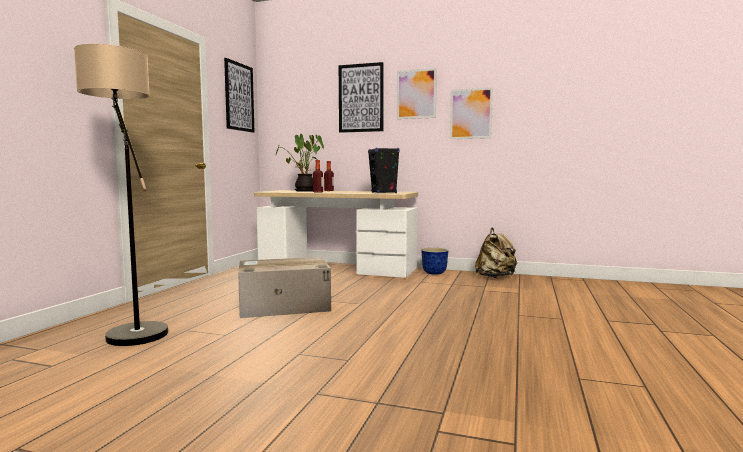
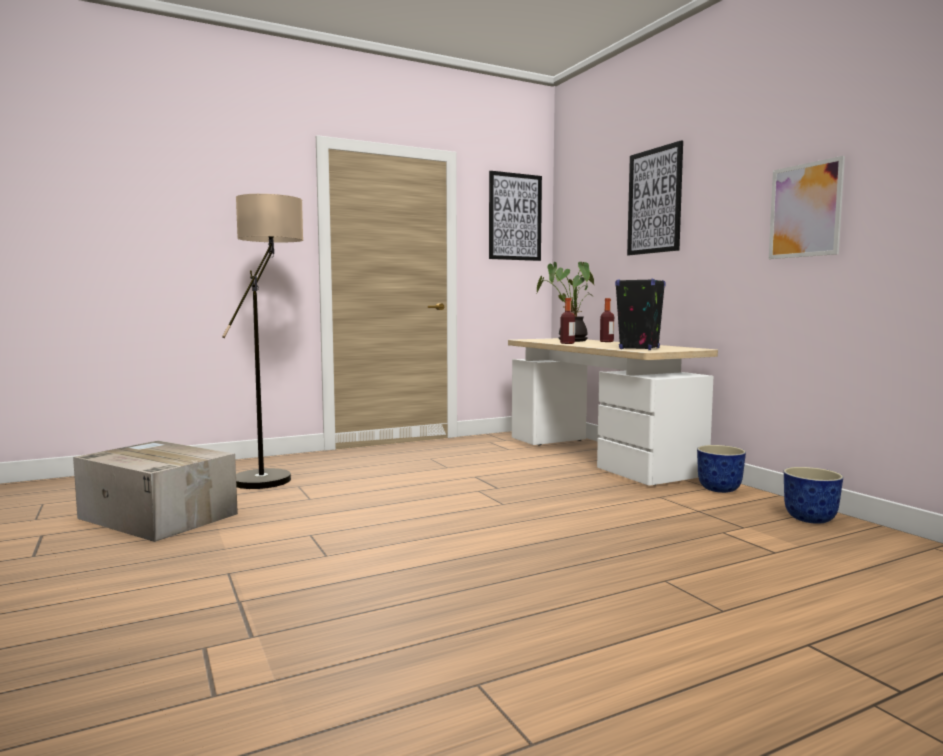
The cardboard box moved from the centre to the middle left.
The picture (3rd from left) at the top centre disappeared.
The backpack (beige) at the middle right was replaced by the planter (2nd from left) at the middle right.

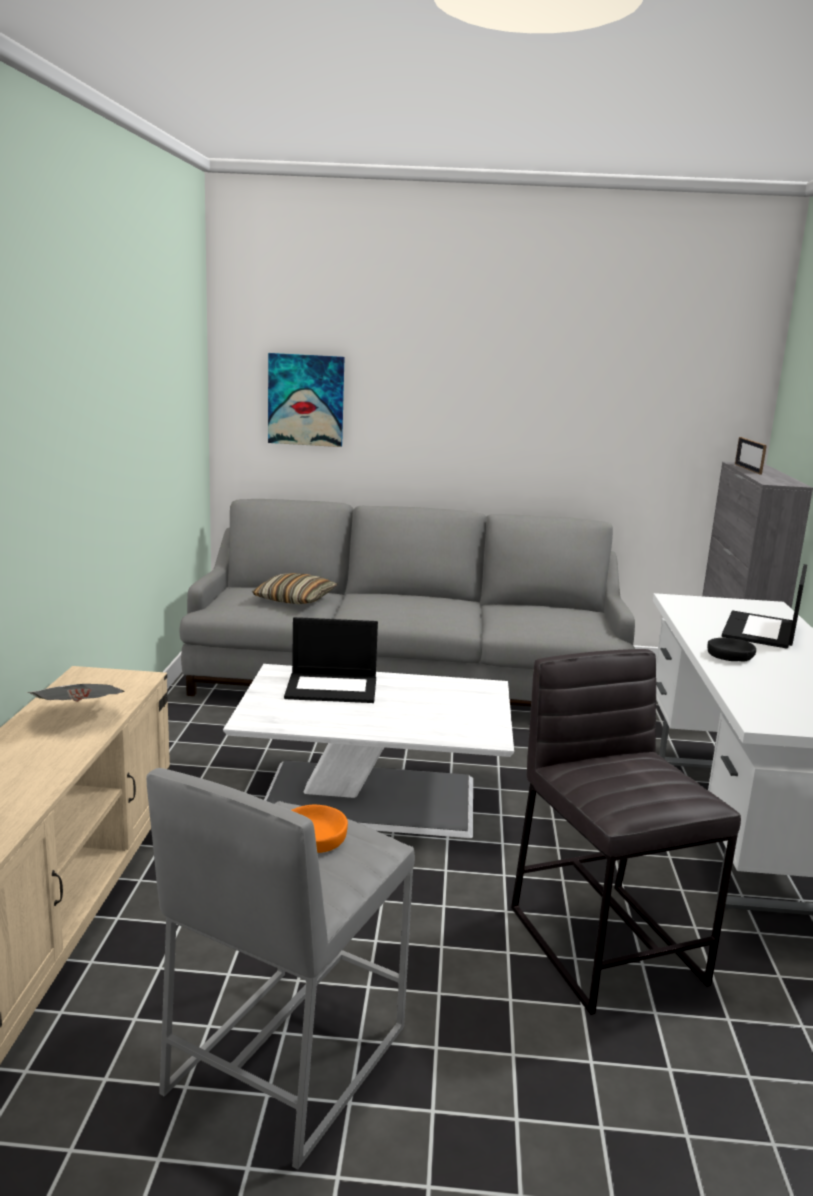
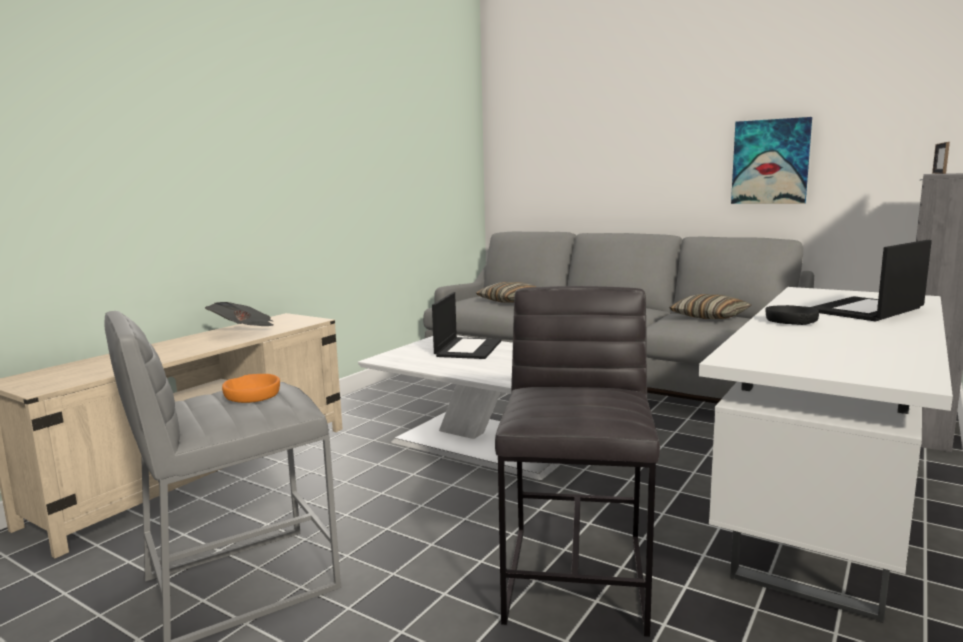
The picture moved from the centre to the top right.
The laptop (1st from left) at the centre turned 105 degrees counterclockwise.
The pillow (2nd from left) at the middle right appeared.

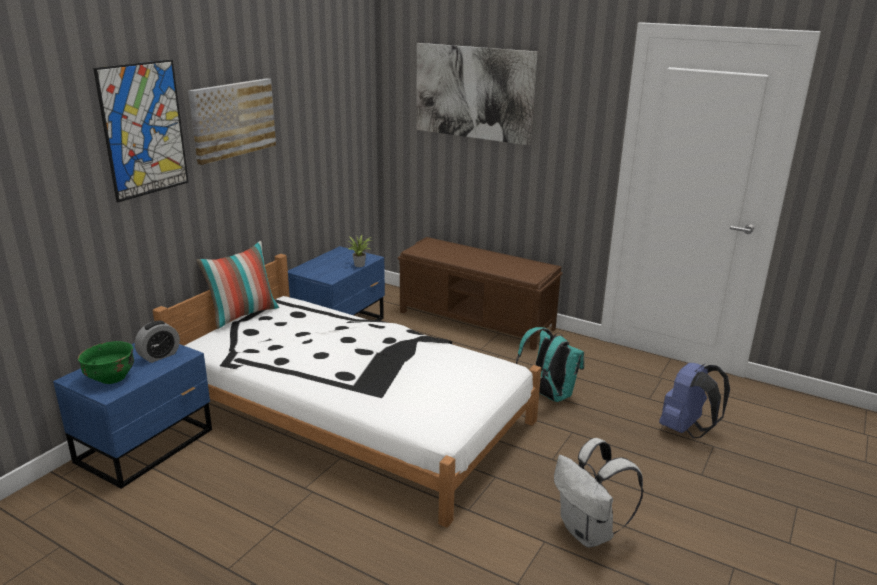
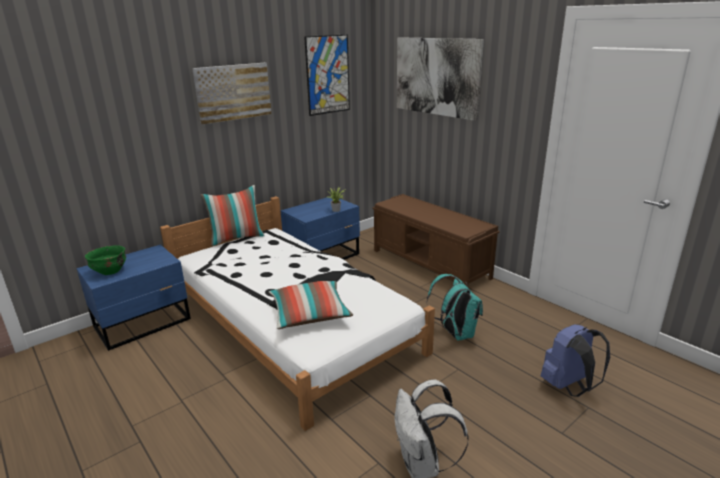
The picture (1st from left in the first image) moved from the top left to the top centre.
The alarm clock at the middle left disappeared.
The pillow (2nd from left) at the centre appeared.

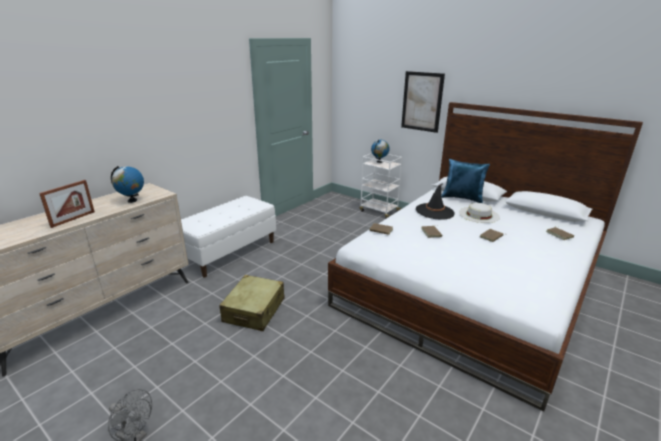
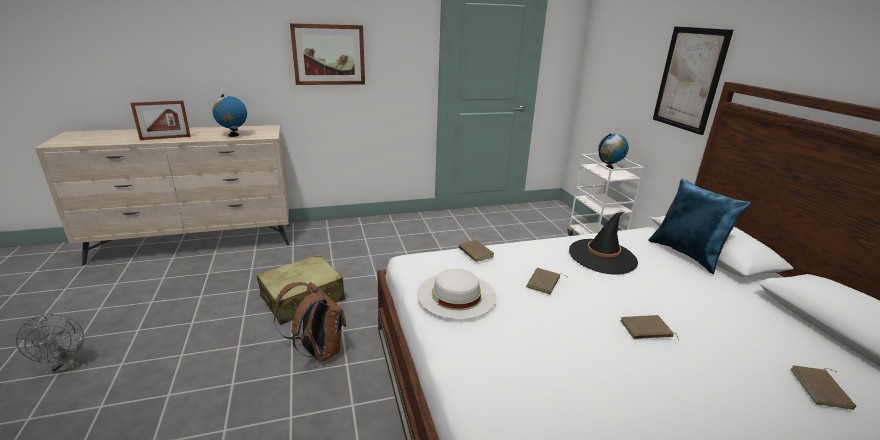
The bench (white) at the centre disappeared.
The hat (white) moved from the middle right to the bottom centre.
The backpack (brown) at the bottom centre appeared.
The picture (1st from left) at the top centre appeared.

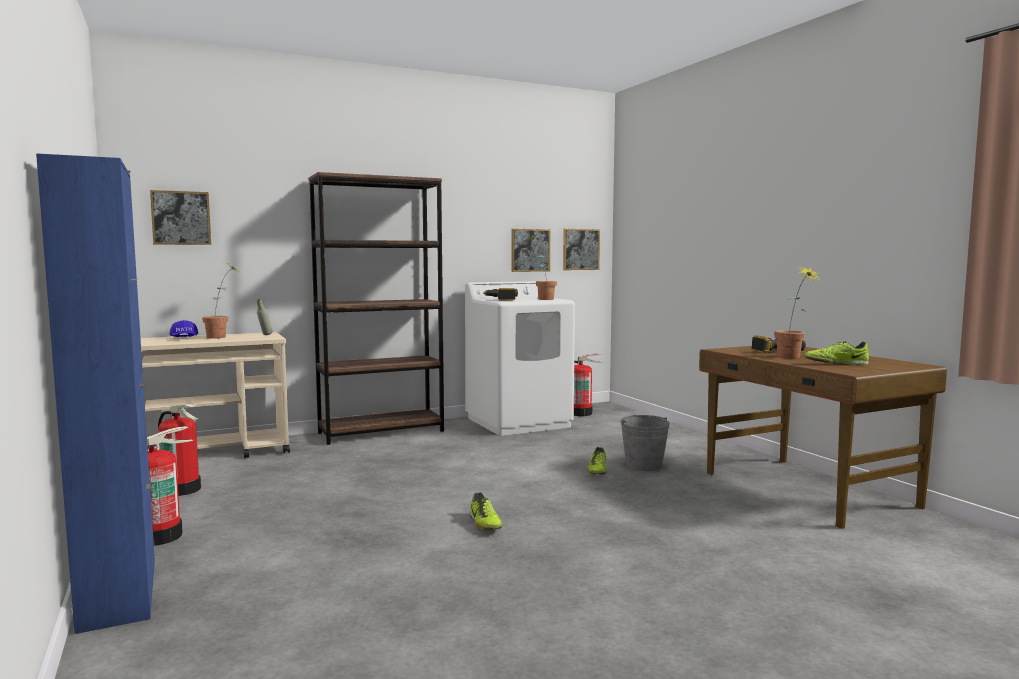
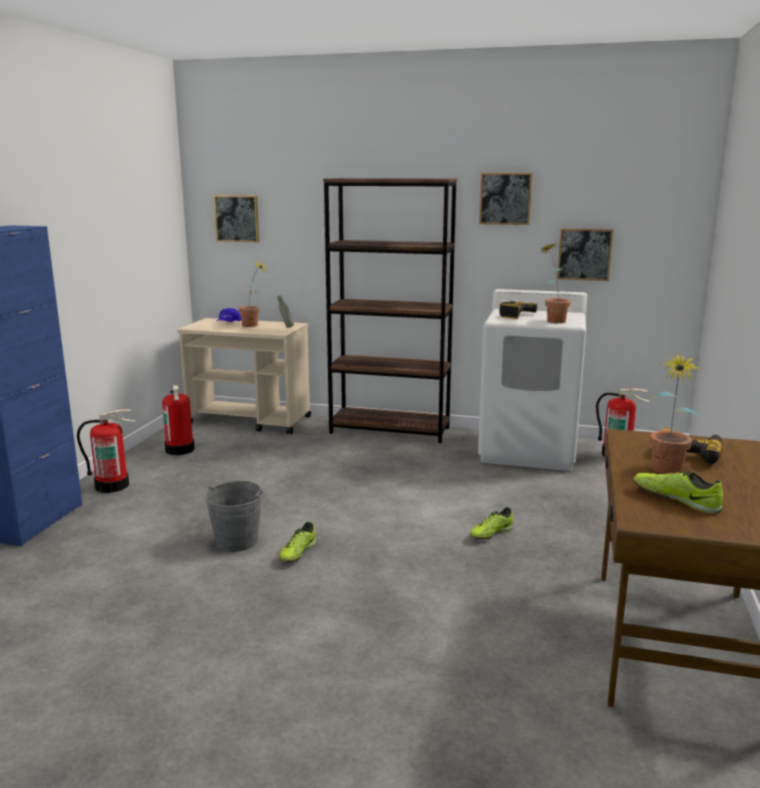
The picture (3rd from left in the first image) moved from the centre to the top centre.
The bucket (grey) moved from the centre to the middle left.

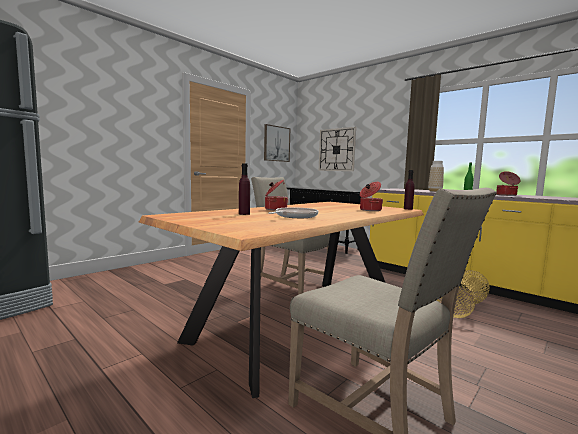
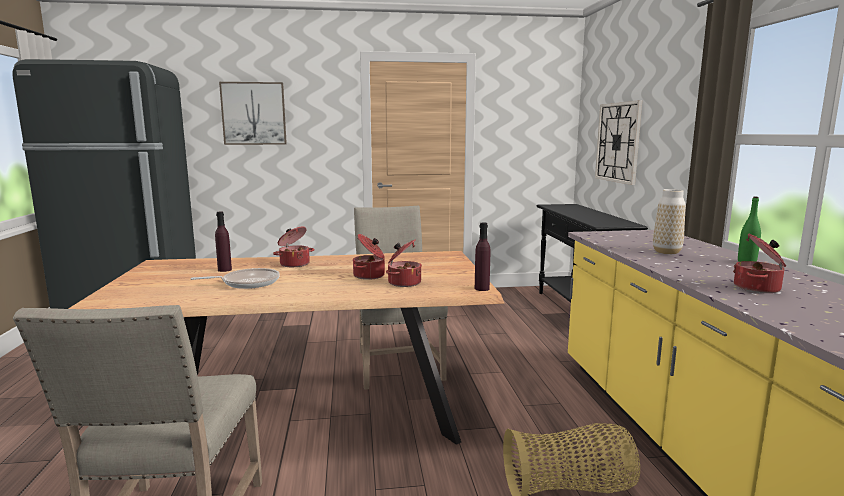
The picture moved from the top centre to the top left.
The cooking pot (2nd from left) at the centre appeared.

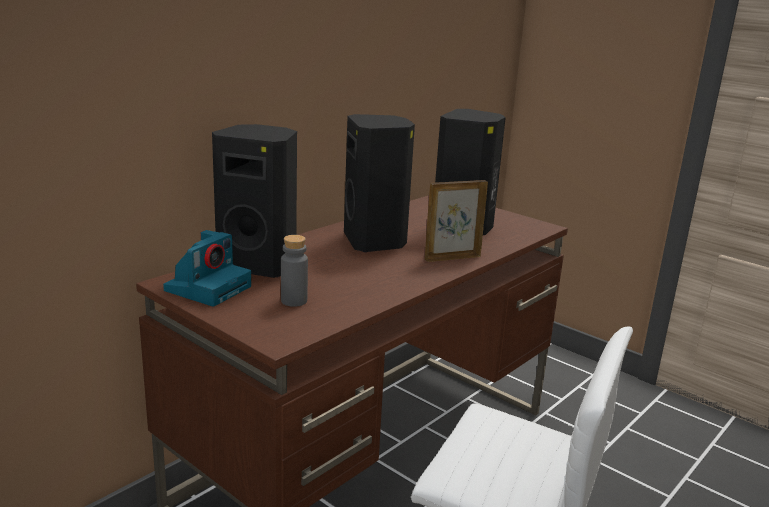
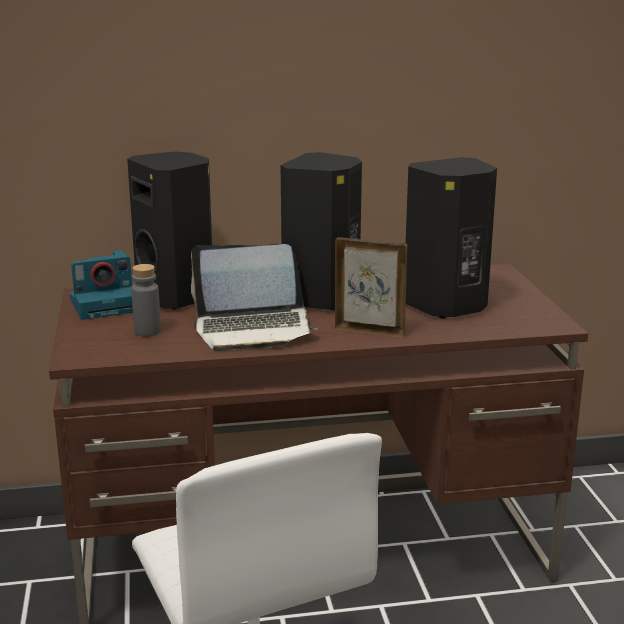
The laptop at the centre appeared.

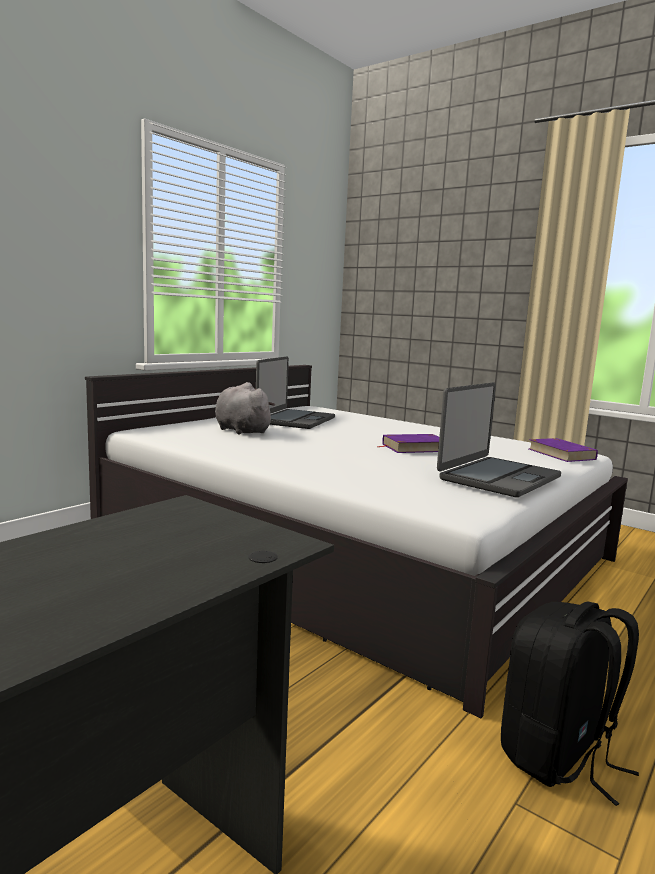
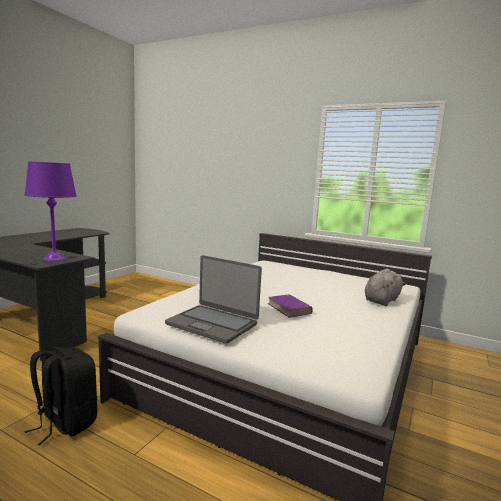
The plush toy (grey) moved from the centre to the middle right.
The laptop (1st from left) at the centre disappeared.
The book (purple) (2nd from left) at the middle right disappeared.
The table lamp (purple) at the middle left appeared.

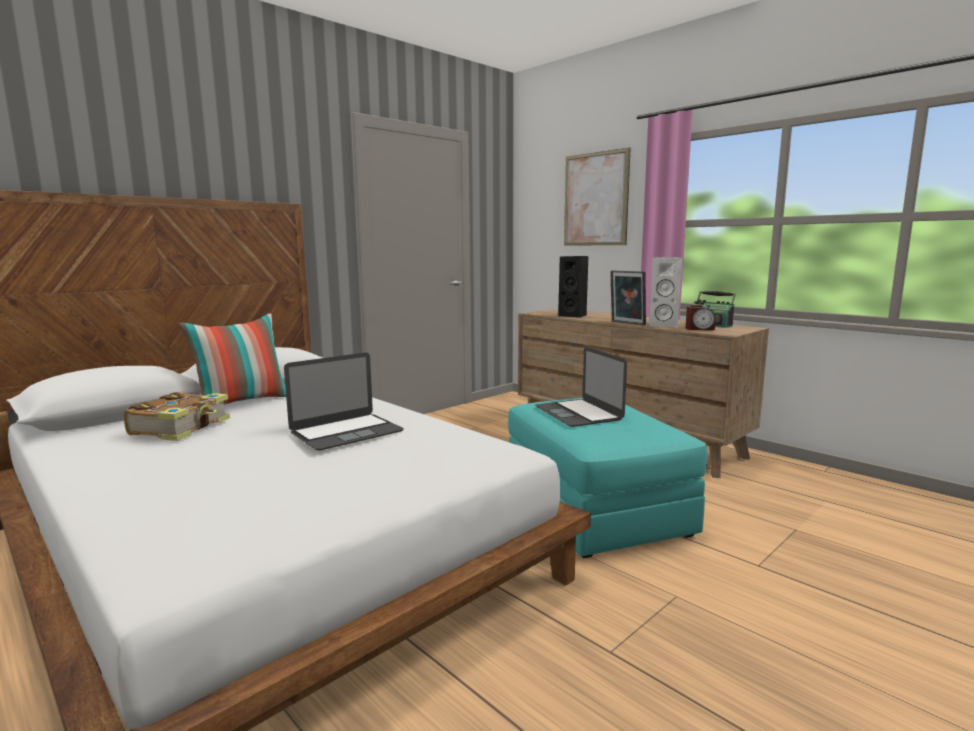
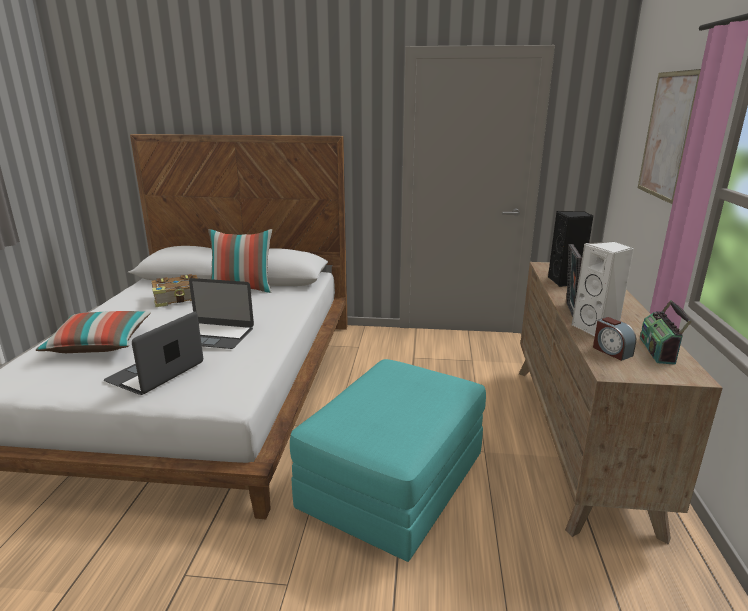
The laptop (2nd from left in the first image) moved from the centre to the middle left.
The pillow (1st from left) at the middle left appeared.

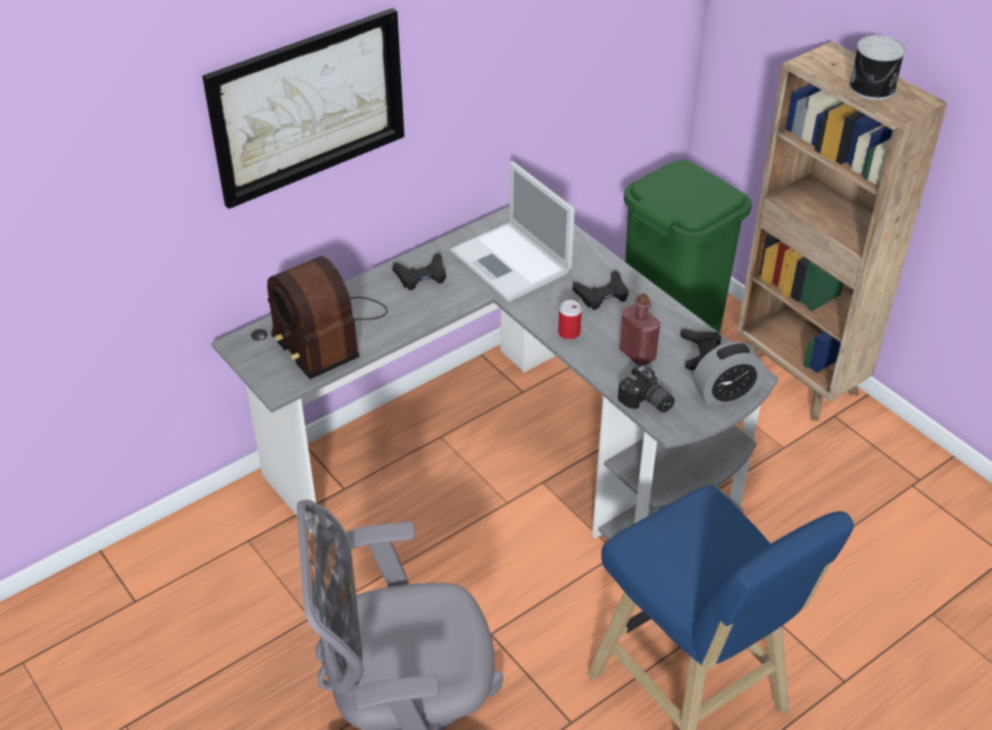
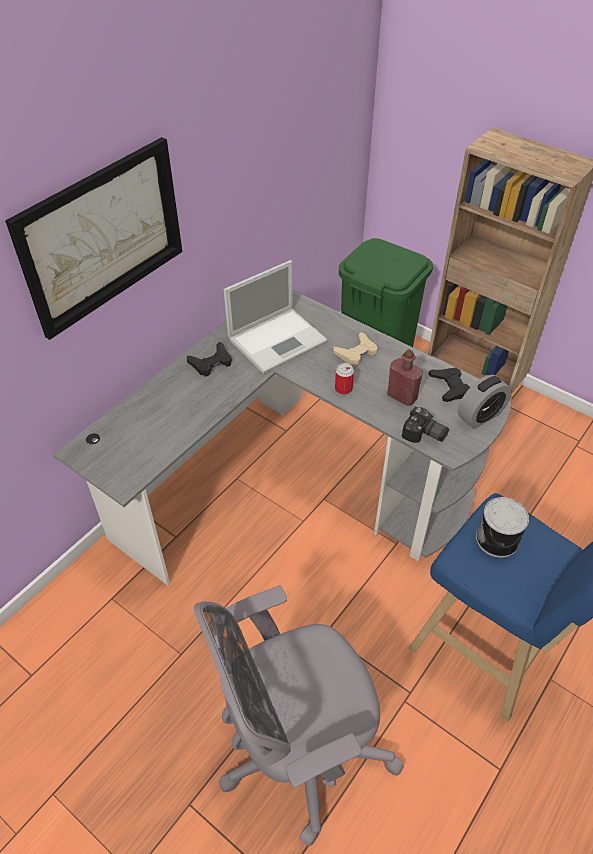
The radio at the middle left disappeared.
The laptop at the top centre turned 75 degrees counterclockwise.
The game controller (black) (2nd from left) at the centre became the game controller (beige) at the centre.
The can (2nd from left) moved from the top right to the middle right.

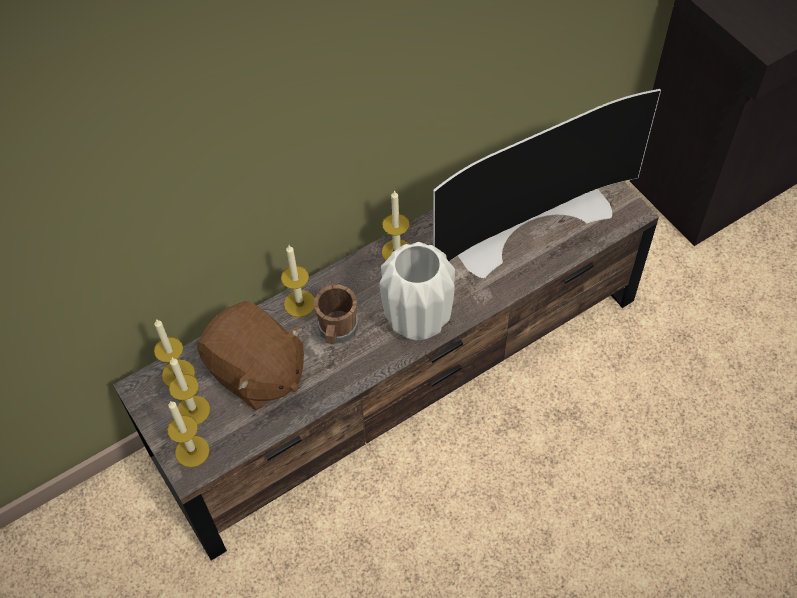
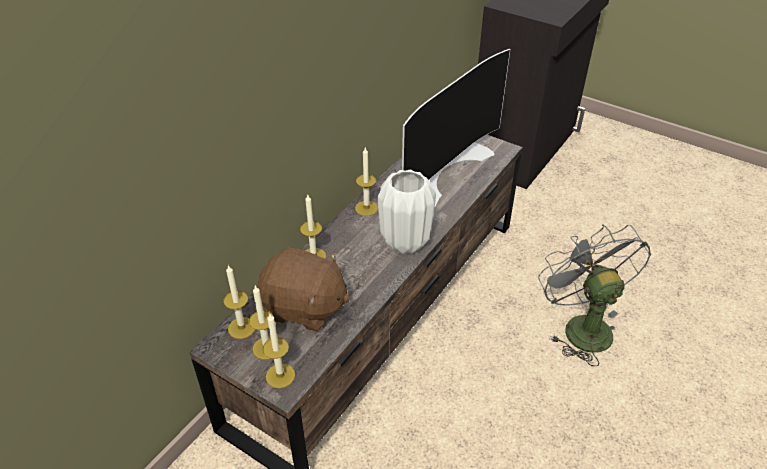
The mug (brown) at the centre disappeared.
The fan (grey) at the middle right appeared.

